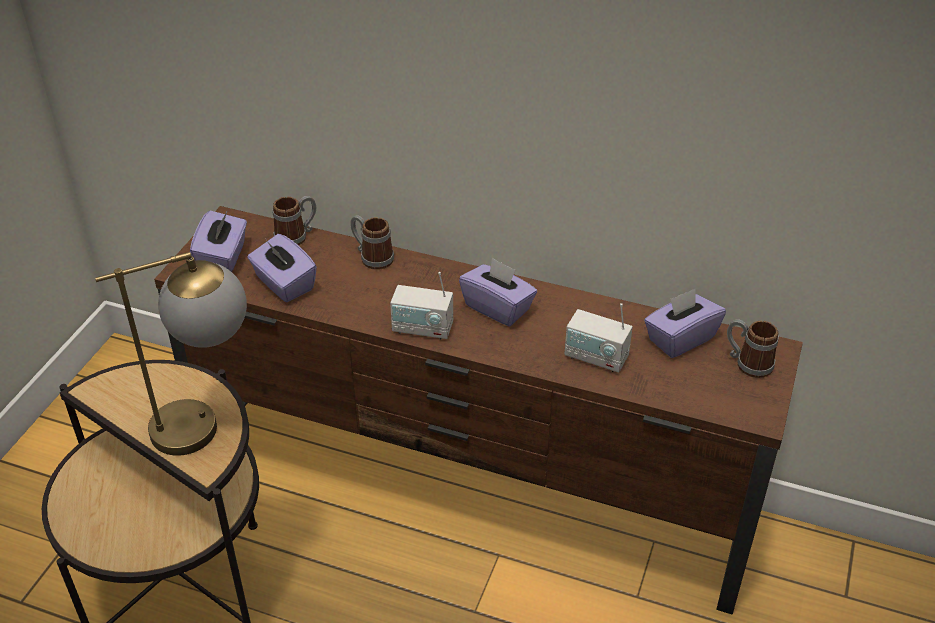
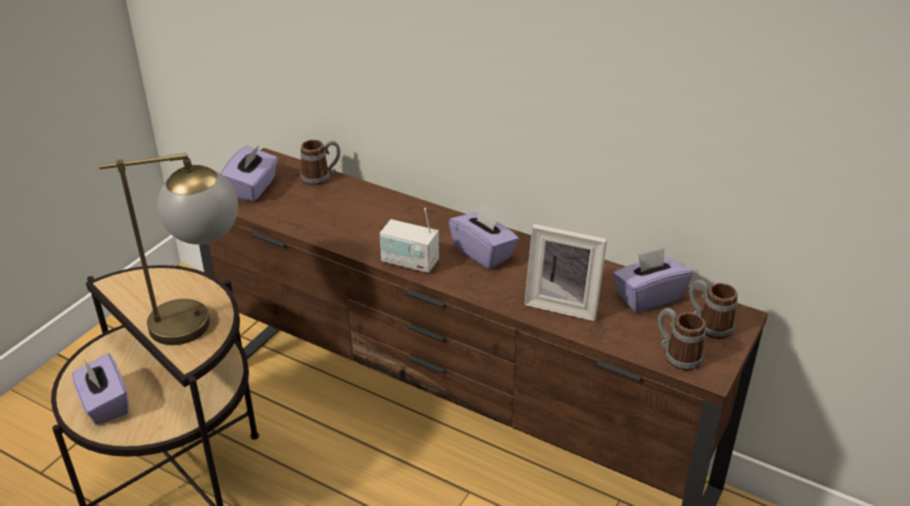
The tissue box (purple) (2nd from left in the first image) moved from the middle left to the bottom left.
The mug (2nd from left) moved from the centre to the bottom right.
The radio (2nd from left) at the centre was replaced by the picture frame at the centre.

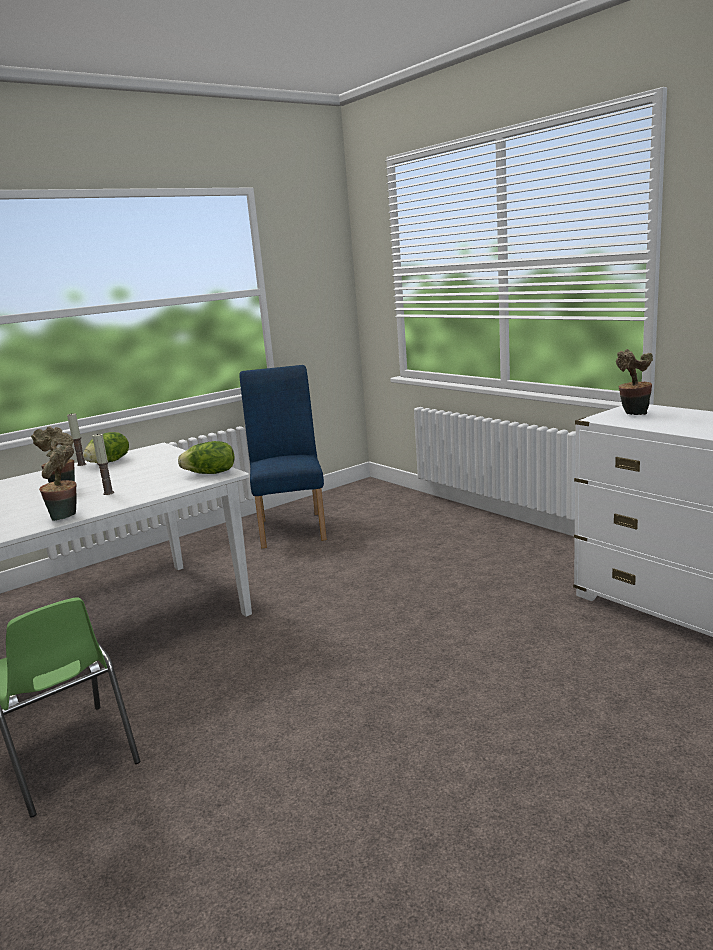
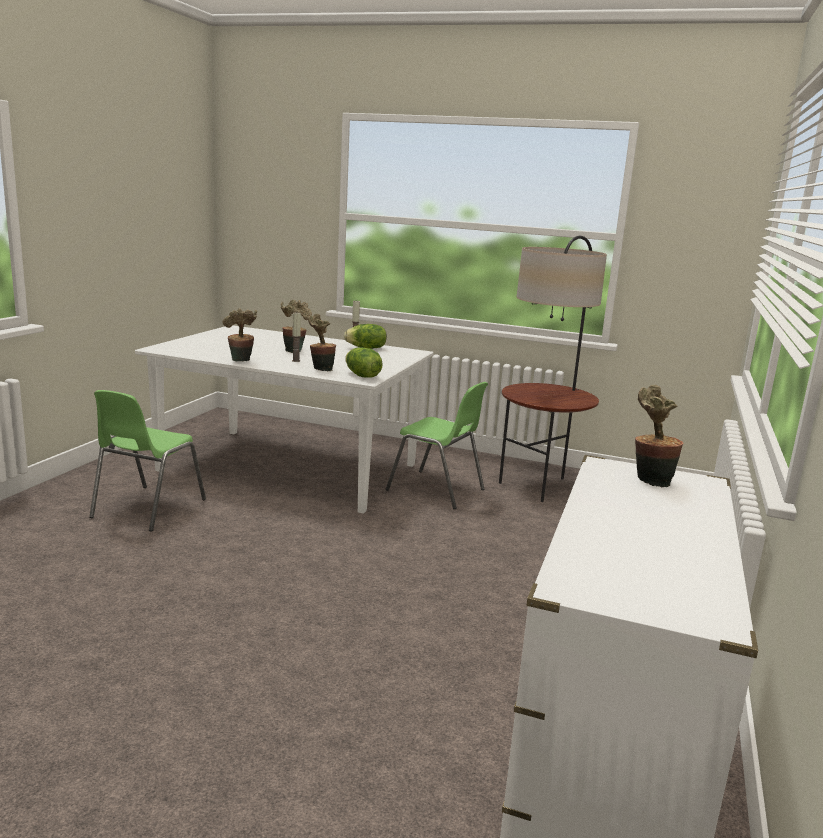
The chair (blue) at the centre was replaced by the floor lamp at the middle right.
The potted plant (3rd from left) at the centre appeared.
The chair (green) (2nd from left) at the centre appeared.

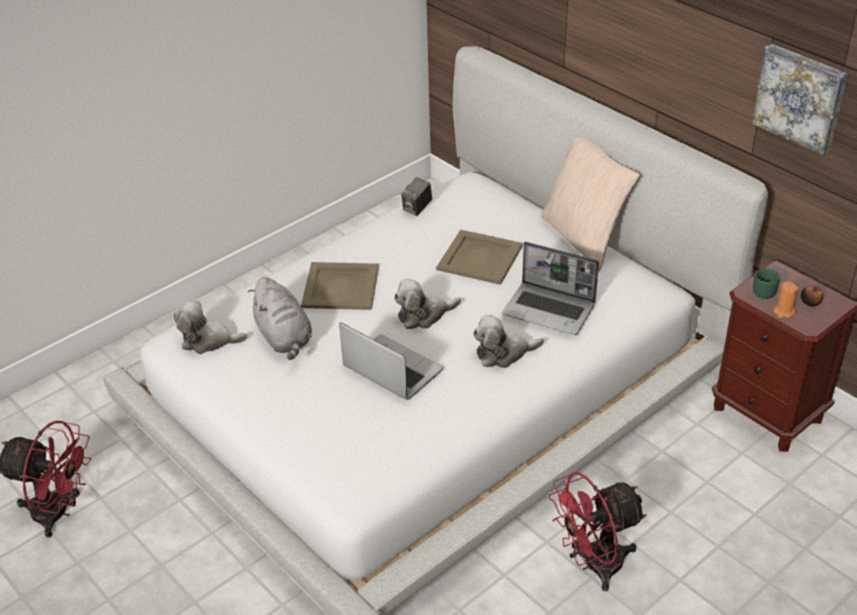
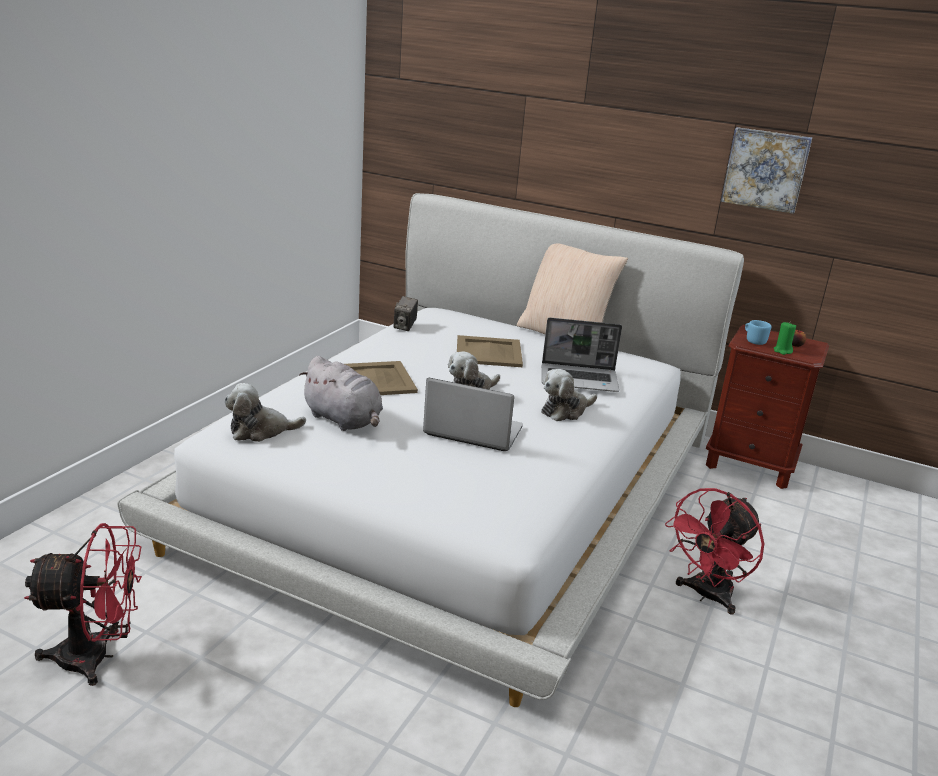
The mug (green) at the middle right became the mug (blue) at the middle right.
The candle (orange) at the middle right became the candle (green) at the middle right.

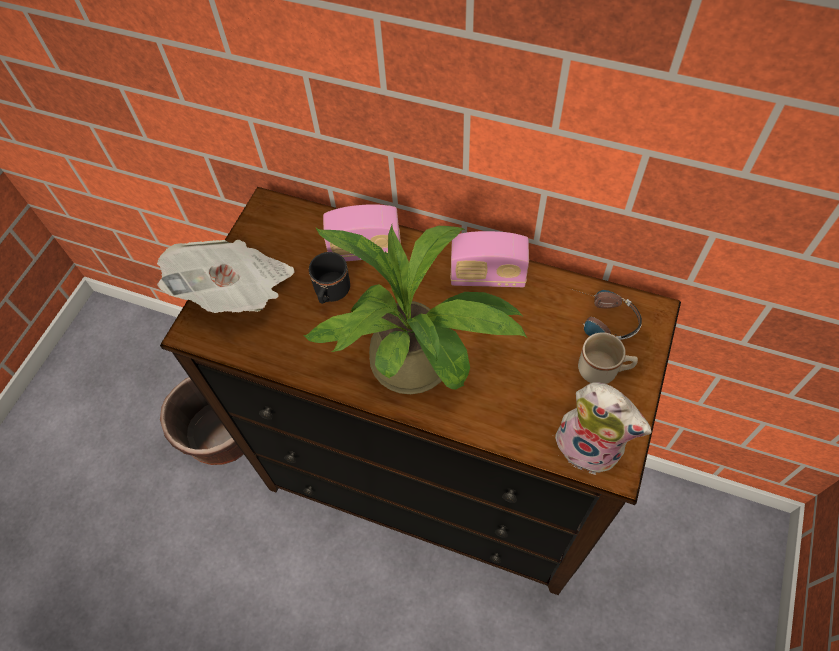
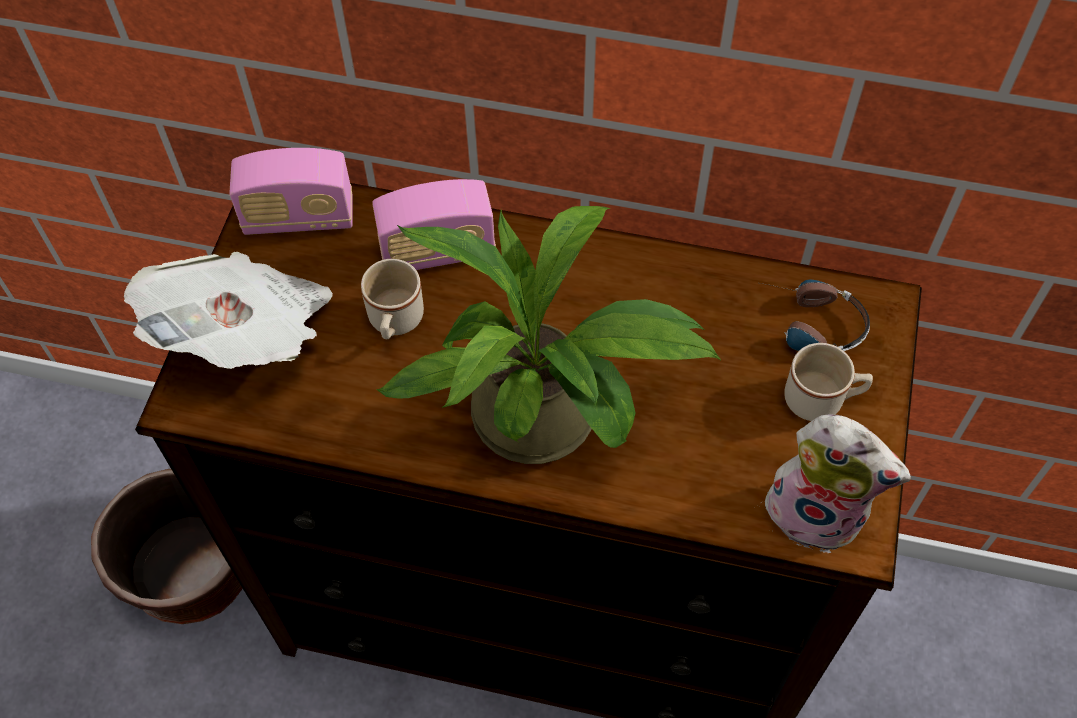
The mug (black) at the centre became the mug (beige) (1st from left) at the centre.
The radio (2nd from left in the first image) moved from the centre to the top left.

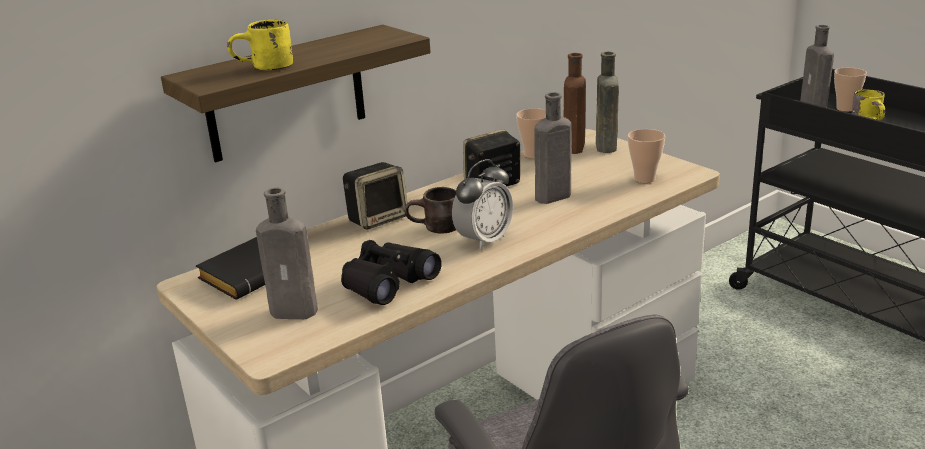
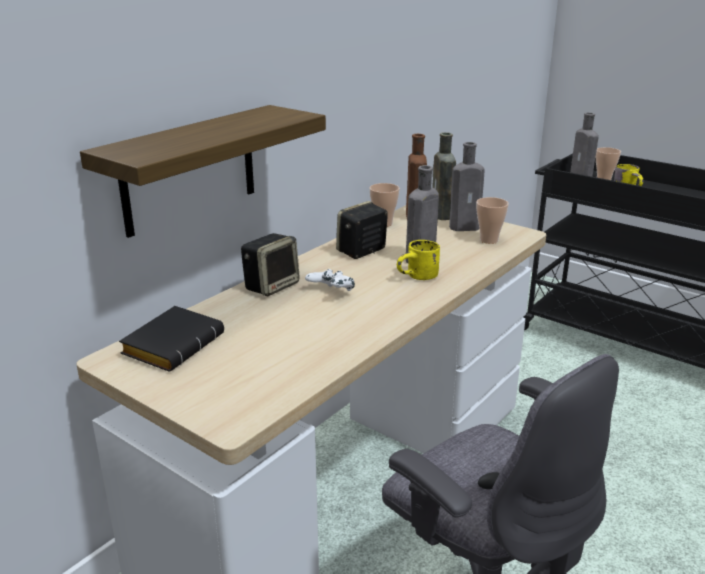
The mug (yellow) (1st from left) moved from the top left to the centre.
The bottle (grey) (1st from left in the first image) moved from the middle left to the top centre.
The binoculars (black) at the centre disappeared.
The mug (brown) at the centre was replaced by the game controller (white) at the centre.
The alarm clock at the centre disappeared.

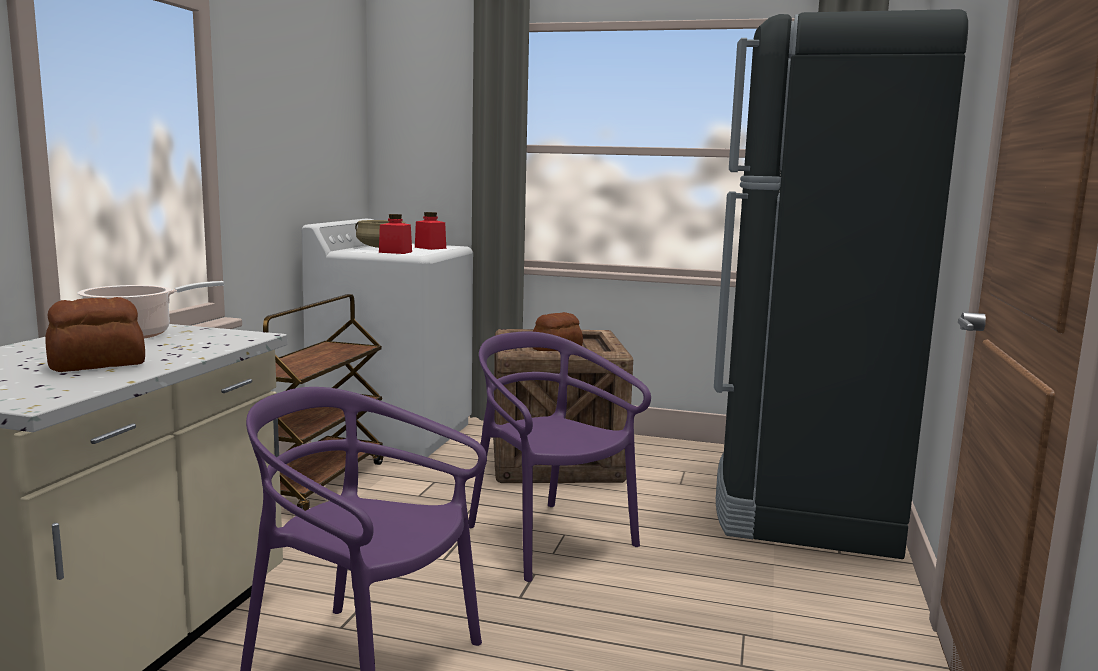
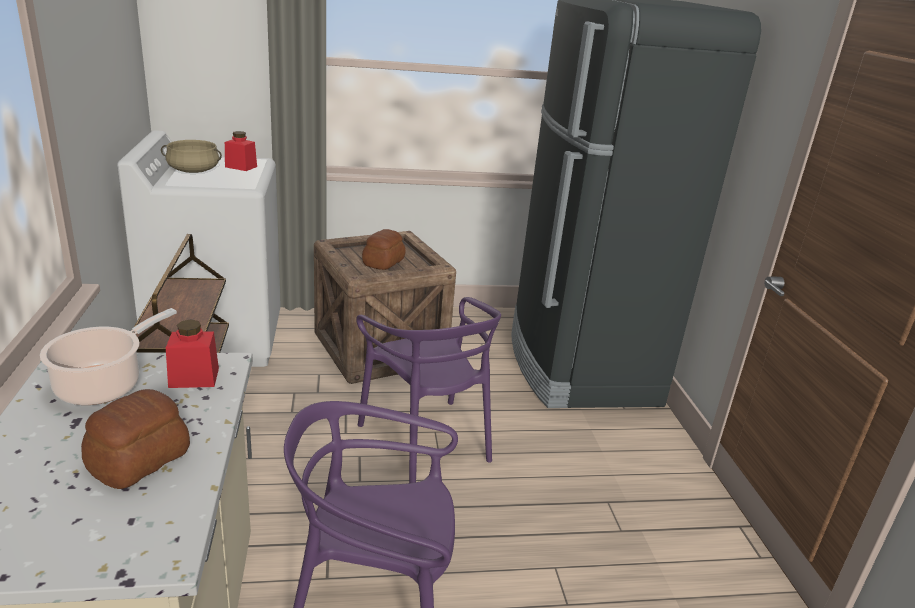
The jar (red) (1st from left) moved from the centre to the middle left.
The chair (purple) (2nd from left) at the bottom centre turned 150 degrees counterclockwise.

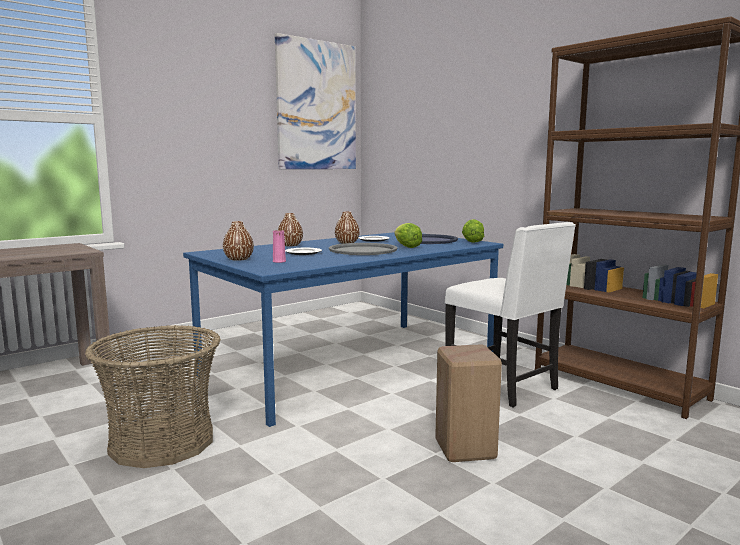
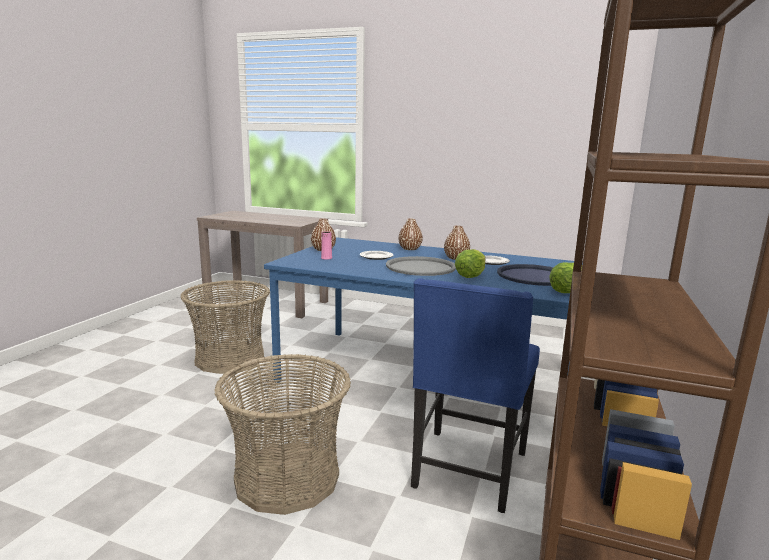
The picture at the top centre disappeared.
The stool (beige) at the bottom centre was replaced by the basket (2nd from left) at the bottom centre.
The chair (white) at the middle right became the chair (blue) at the bottom centre.

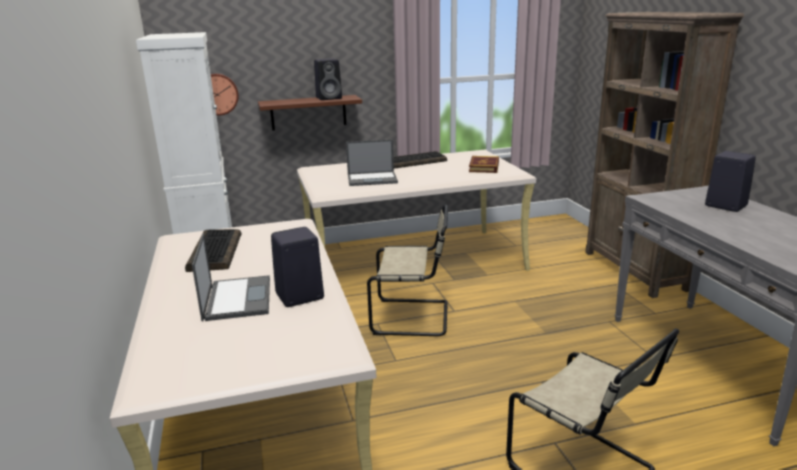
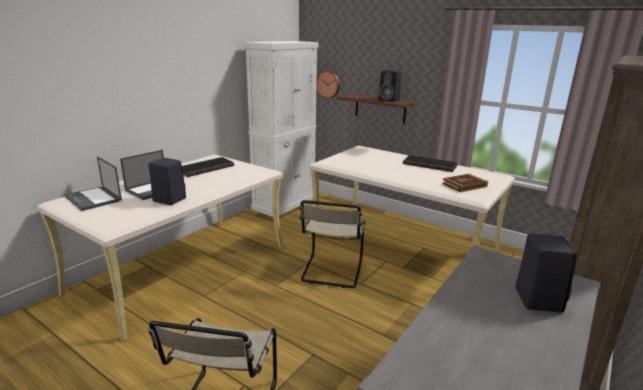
The laptop (2nd from left in the first image) moved from the centre to the middle left.
The chair (beige) (1st from left in the first image) at the centre turned 45 degrees clockwise.

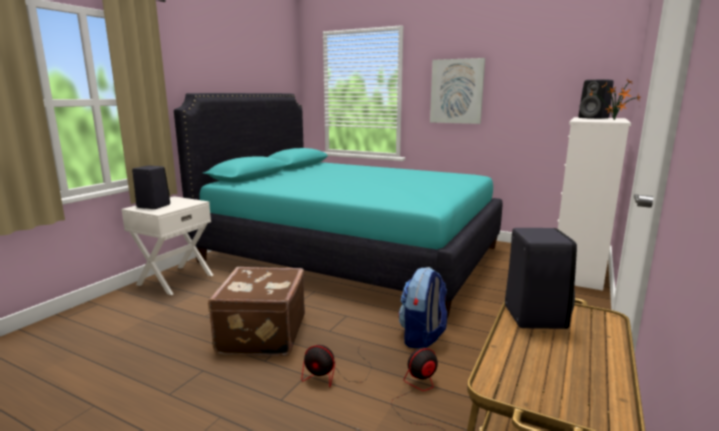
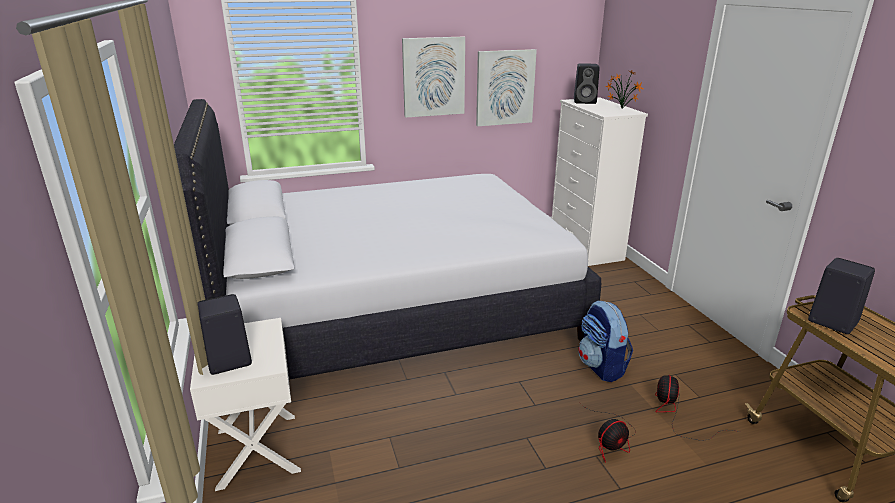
The bed (turquoise) at the centre became the bed (white) at the centre.
The suitcase (brown) at the bottom centre disappeared.
The picture (2nd from left) at the top centre appeared.

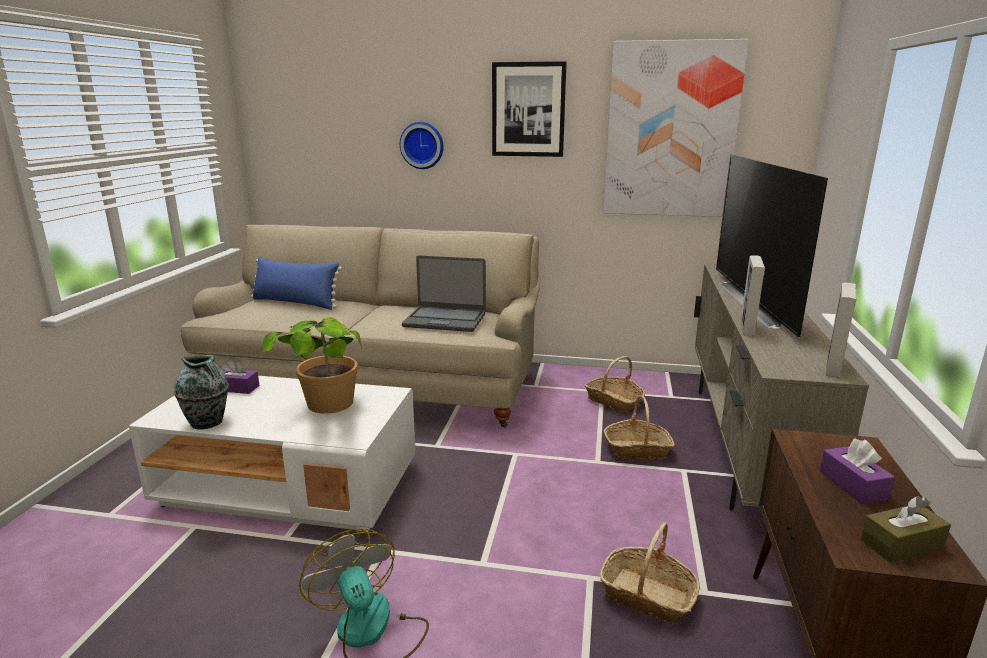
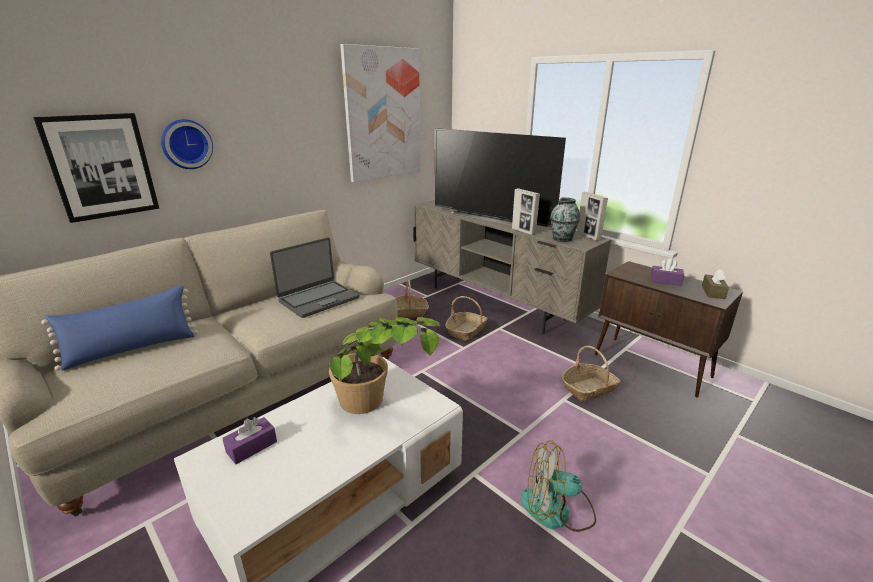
The vase moved from the middle left to the centre.
The picture (1st from left) moved from the top centre to the top left.

